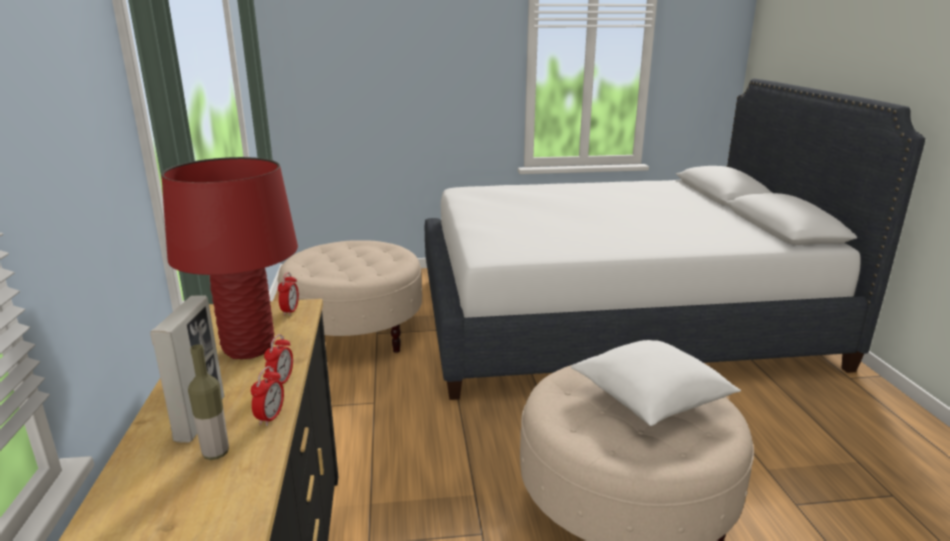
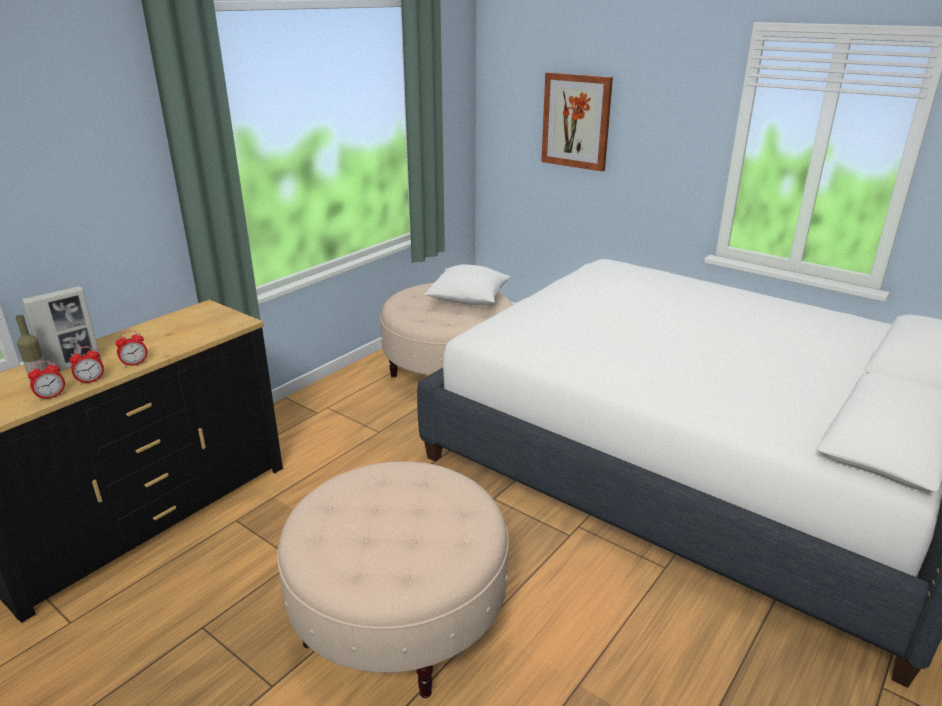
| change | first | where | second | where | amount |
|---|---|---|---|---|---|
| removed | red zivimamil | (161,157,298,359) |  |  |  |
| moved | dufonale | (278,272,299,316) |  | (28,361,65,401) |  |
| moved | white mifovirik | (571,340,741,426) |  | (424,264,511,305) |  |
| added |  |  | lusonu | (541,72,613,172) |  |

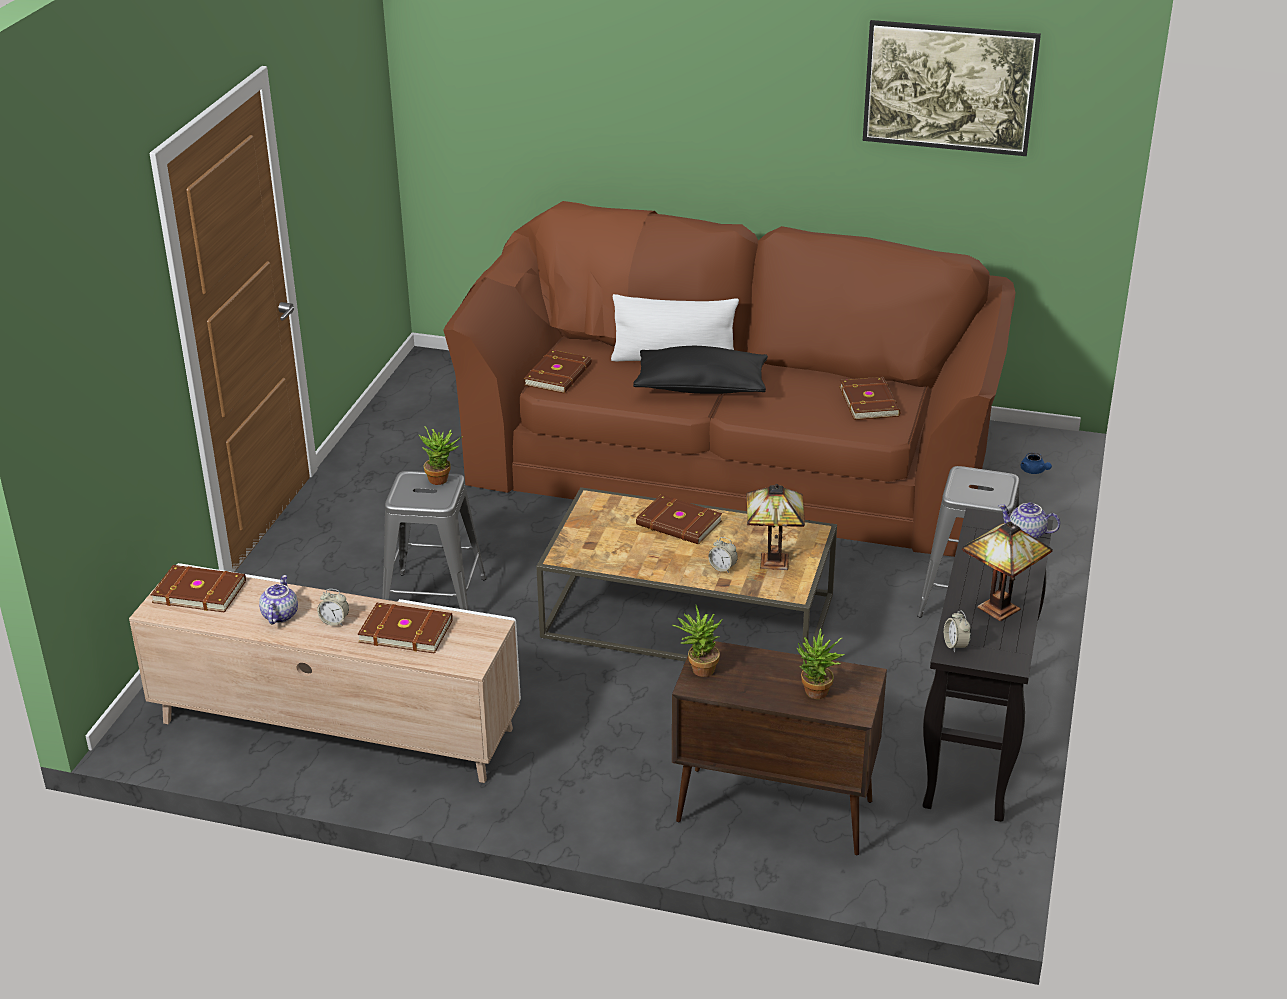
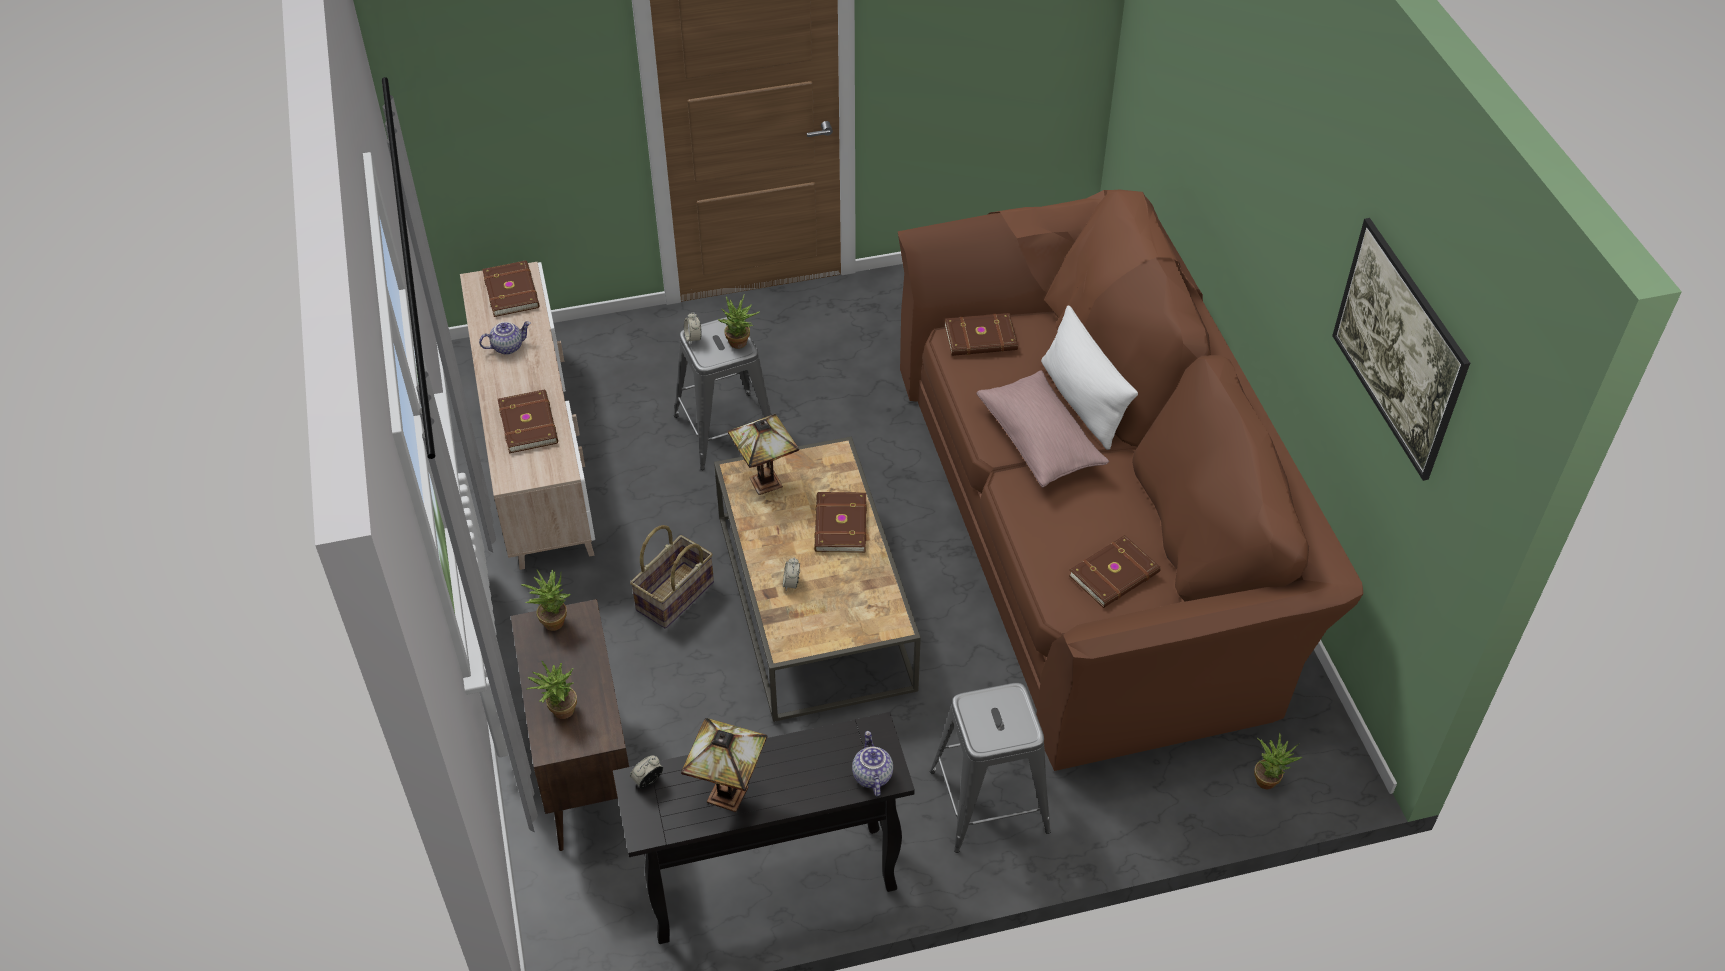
| change | first | where | second | where | amount |
|---|---|---|---|---|---|
| recoloured | black mifovirik | (633,346,768,394) | pink mifovirik | (977,371,1109,488) |  |
| replaced | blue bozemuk | (1021,453,1052,474) | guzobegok | (1254,733,1302,790) |  |
| moved | zivimamil | (746,484,805,570) |  | (728,414,799,495) |  |
| moved | dufonale | (317,589,349,626) |  | (684,312,702,344) |  |
| added |  |  | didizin | (630,525,714,629) |  |

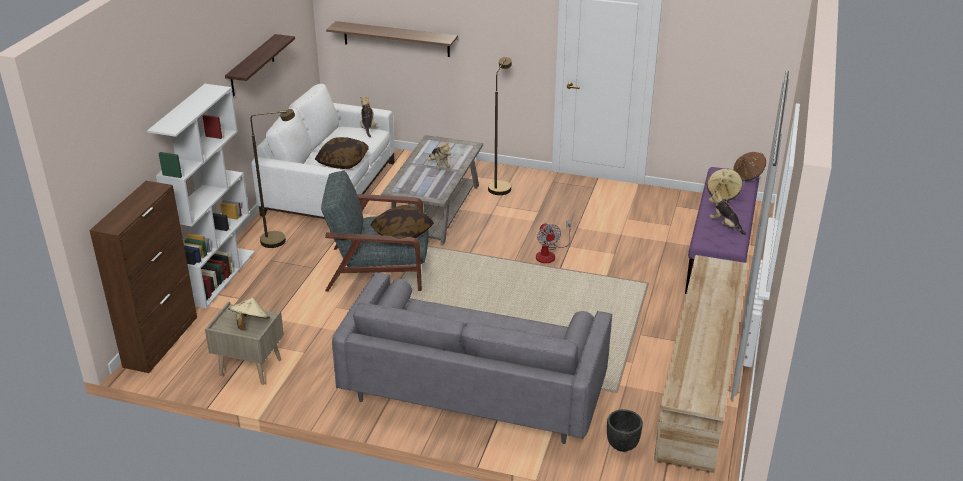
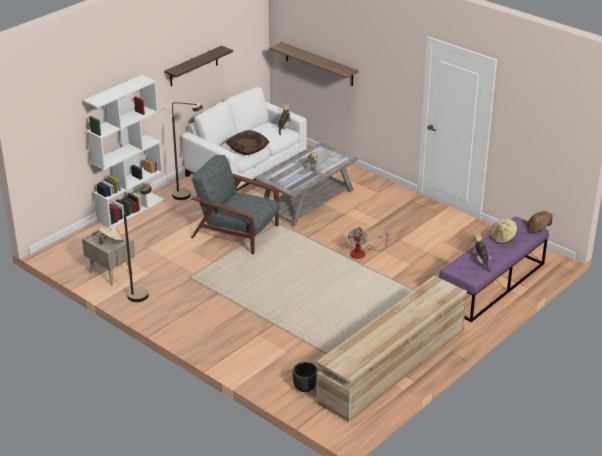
| change | first | where | second | where | amount |
|---|---|---|---|---|---|
| moved | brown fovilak | (488,57,512,195) |  | (123,183,152,302) |  |
| removed | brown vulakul | (89,181,197,373) |  |  |  |
| removed | mifovirik | (370,205,434,239) |  |  |  |
| removed | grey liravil | (332,272,612,444) |  |  |  |

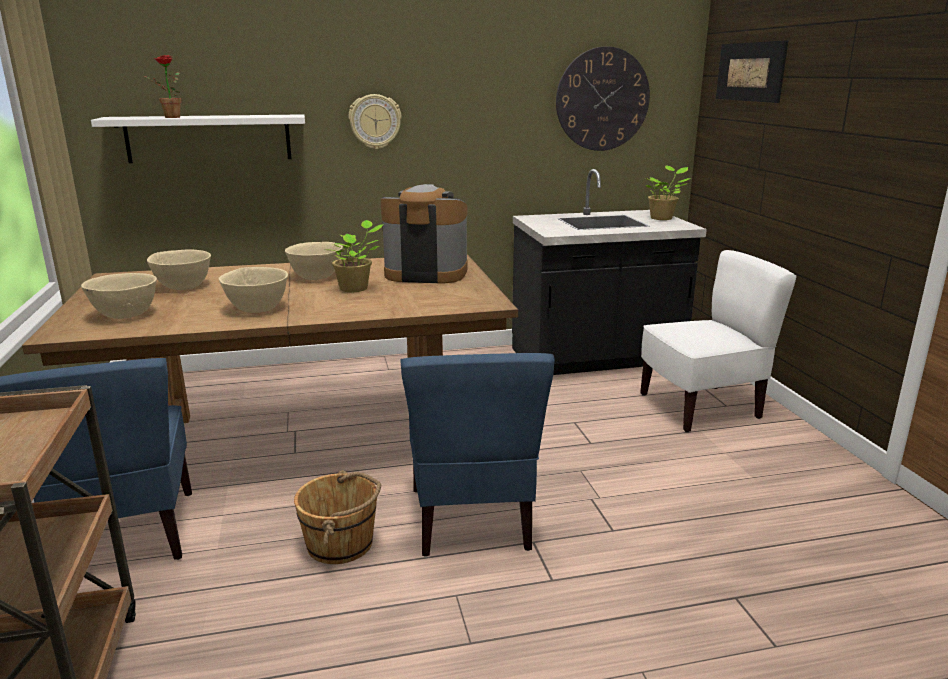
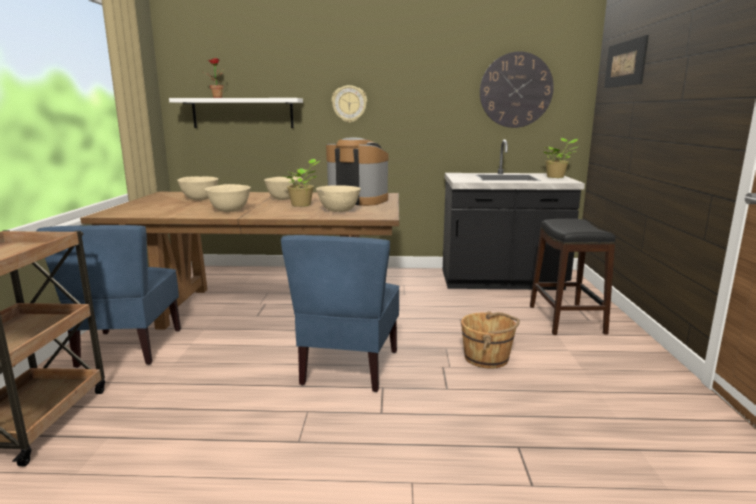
| change | first | where | second | where | amount |
|---|---|---|---|---|---|
| replaced | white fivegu | (640,250,797,432) | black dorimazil | (530,219,615,335) |  |
| moved | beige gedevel | (81,273,157,319) |  | (316,186,361,212) |  |
| moved | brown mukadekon | (294,470,381,564) |  | (461,311,520,369) |  |

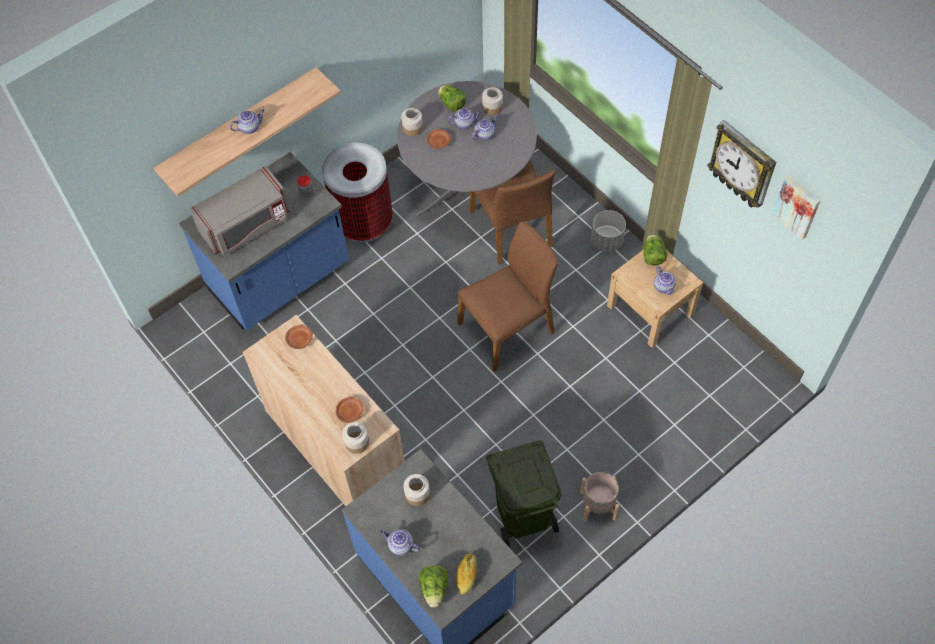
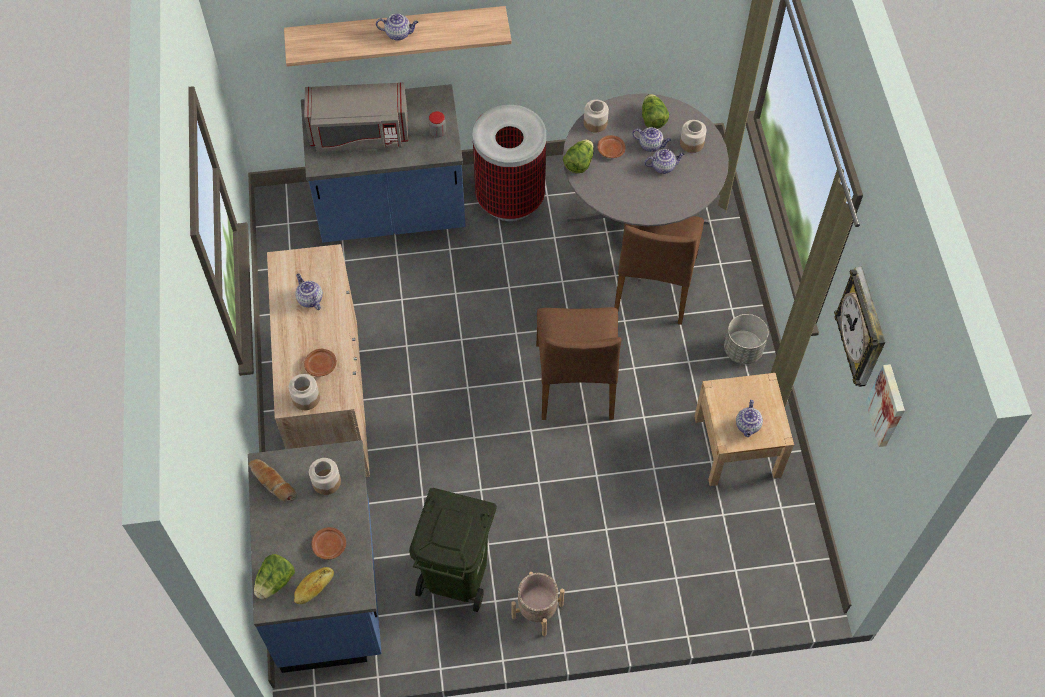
| change | first | where | second | where | amount |
|---|---|---|---|---|---|
| turned | brown fivegu | (458,221,558,372) |  | (536,307,622,420) | 90 degrees clockwise |
| moved | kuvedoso | (643,234,668,266) |  | (563,139,594,173) |  |
| moved | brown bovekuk | (285,325,313,349) |  | (311,527,346,560) |  |
| moved | bozemuk | (381,529,420,556) |  | (295,274,323,310) |  |
| added |  |  | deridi | (249,459,297,502) |  |

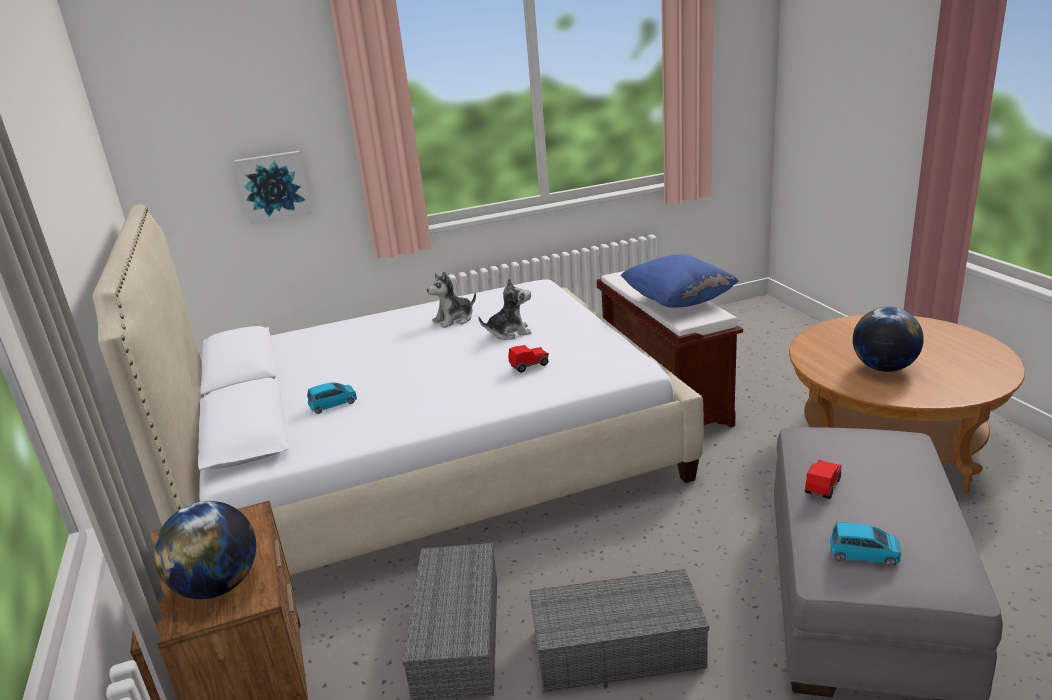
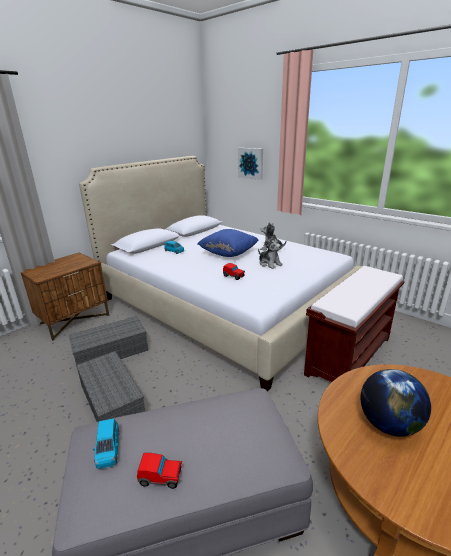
| change | first | where | second | where | amount |
|---|---|---|---|---|---|
| moved | blue mifovirik | (620,254,739,308) |  | (197,229,259,257) |  |
| moved | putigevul | (805,460,842,499) |  | (137,453,182,489) |  |
| removed | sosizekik | (154,501,256,599) |  |  |  |

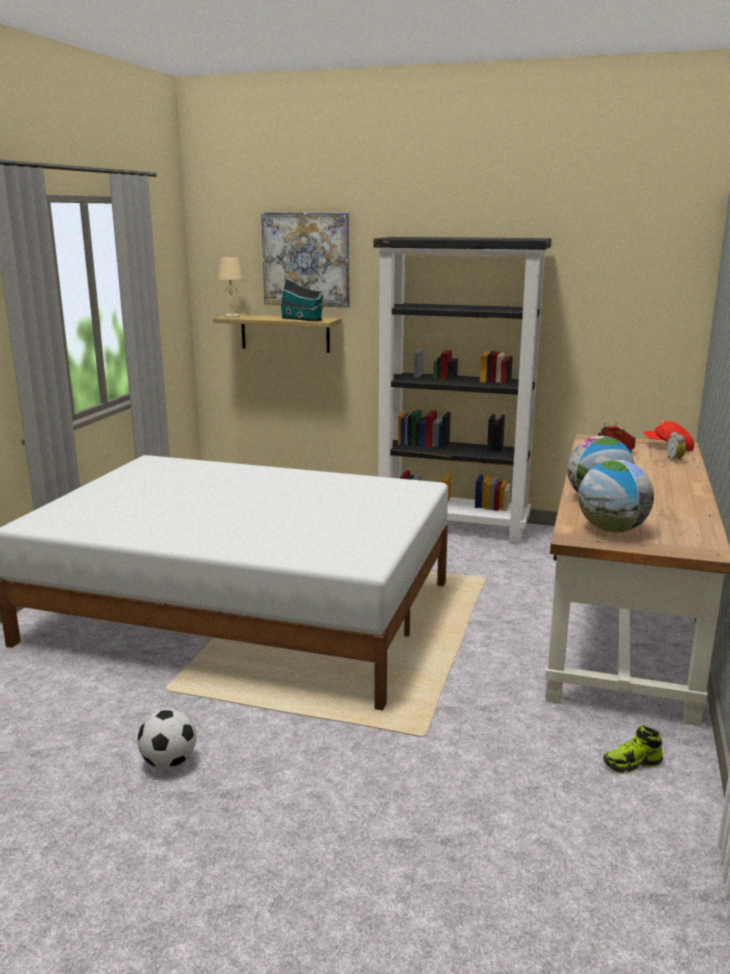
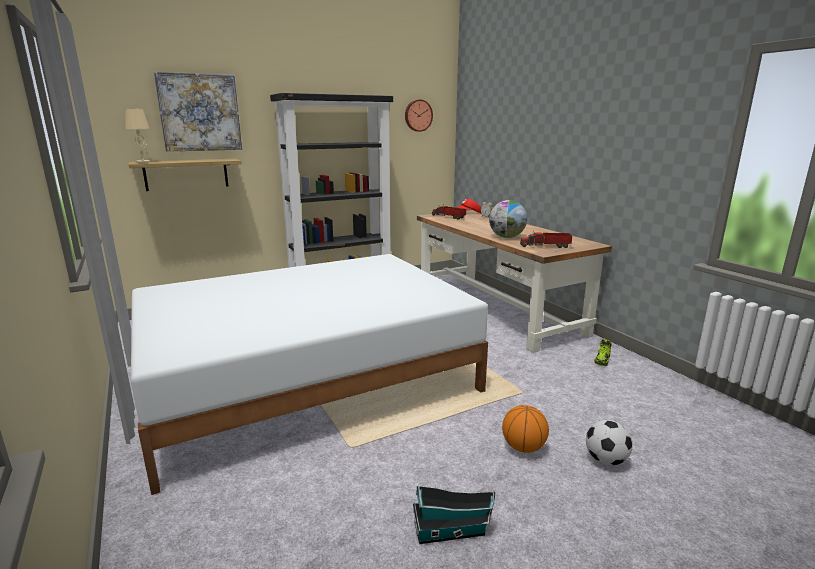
| change | first | where | second | where | amount |
|---|---|---|---|---|---|
| moved | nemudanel | (279,277,324,321) |  | (413,485,495,544) |  |
| replaced | sosizekik | (578,460,654,533) | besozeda | (520,230,572,248) |  |
| moved | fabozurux | (138,709,196,768) |  | (586,420,633,465) |  |
| added |  |  | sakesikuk | (405,99,433,132) |  |
| added |  |  | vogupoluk | (502,405,549,453) |  |

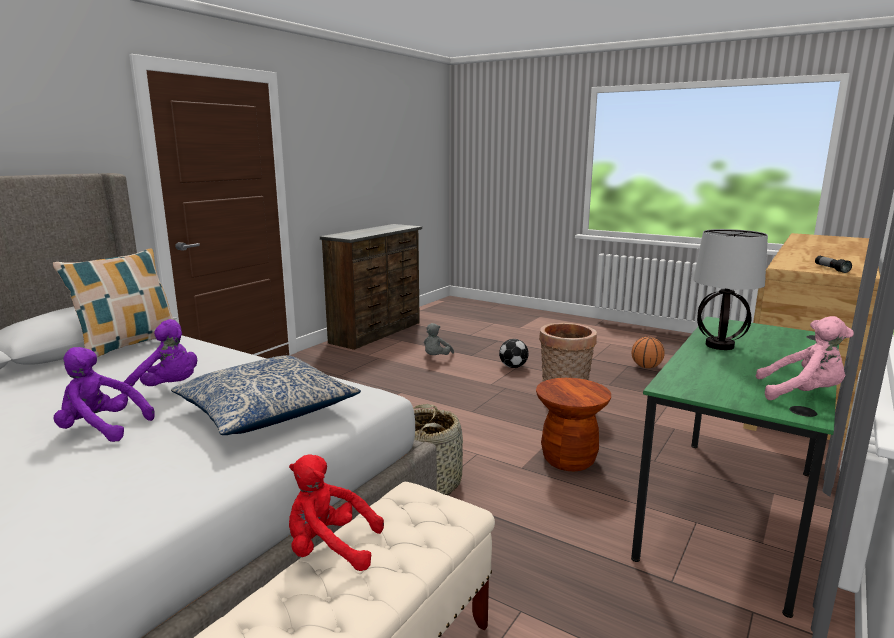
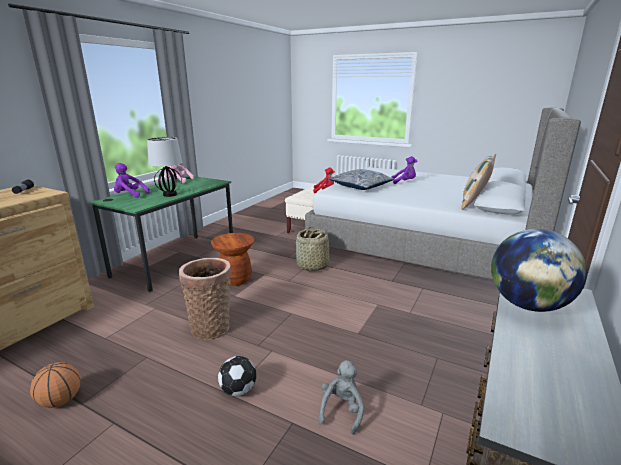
| change | first | where | second | where | amount |
|---|---|---|---|---|---|
| moved | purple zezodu | (121,319,197,393) |  | (114,163,149,198) |  |
| added |  |  | sosizekik | (491,229,587,312) |  |

